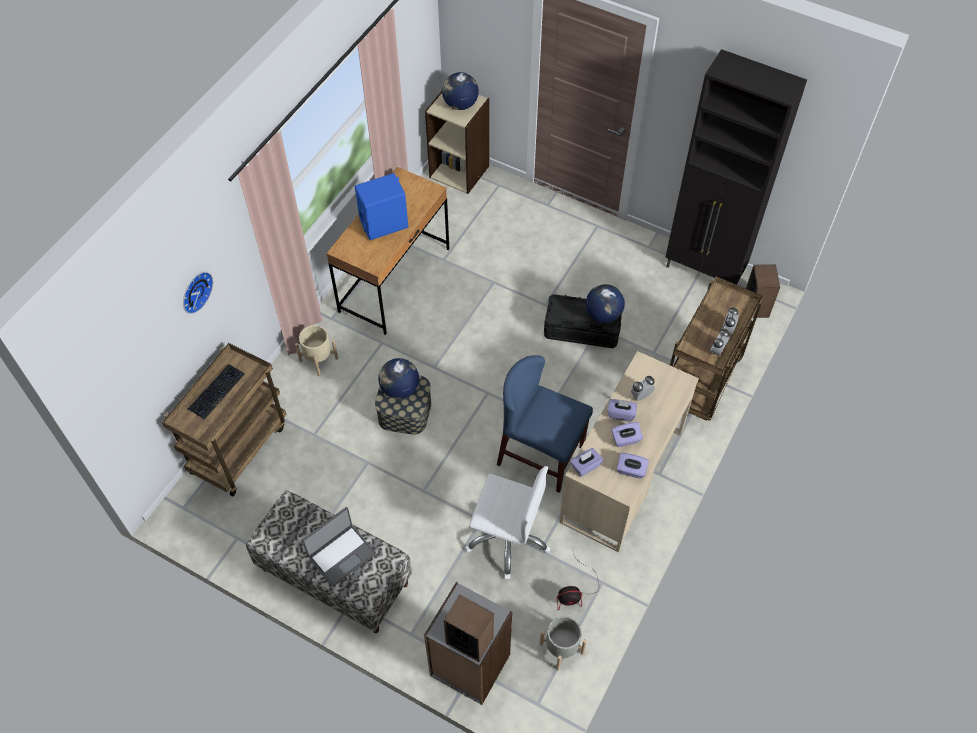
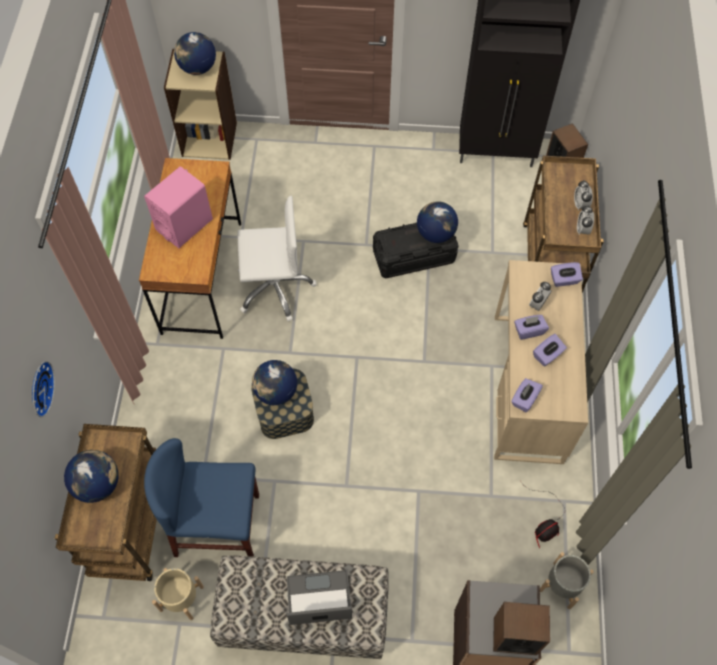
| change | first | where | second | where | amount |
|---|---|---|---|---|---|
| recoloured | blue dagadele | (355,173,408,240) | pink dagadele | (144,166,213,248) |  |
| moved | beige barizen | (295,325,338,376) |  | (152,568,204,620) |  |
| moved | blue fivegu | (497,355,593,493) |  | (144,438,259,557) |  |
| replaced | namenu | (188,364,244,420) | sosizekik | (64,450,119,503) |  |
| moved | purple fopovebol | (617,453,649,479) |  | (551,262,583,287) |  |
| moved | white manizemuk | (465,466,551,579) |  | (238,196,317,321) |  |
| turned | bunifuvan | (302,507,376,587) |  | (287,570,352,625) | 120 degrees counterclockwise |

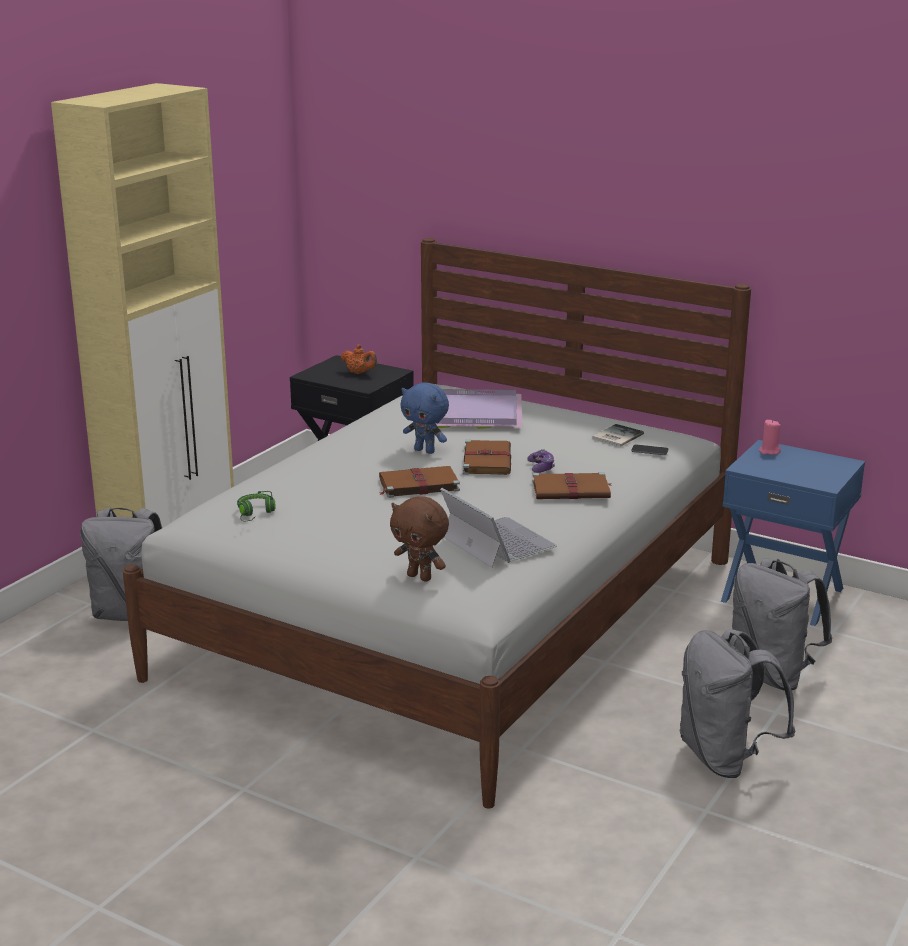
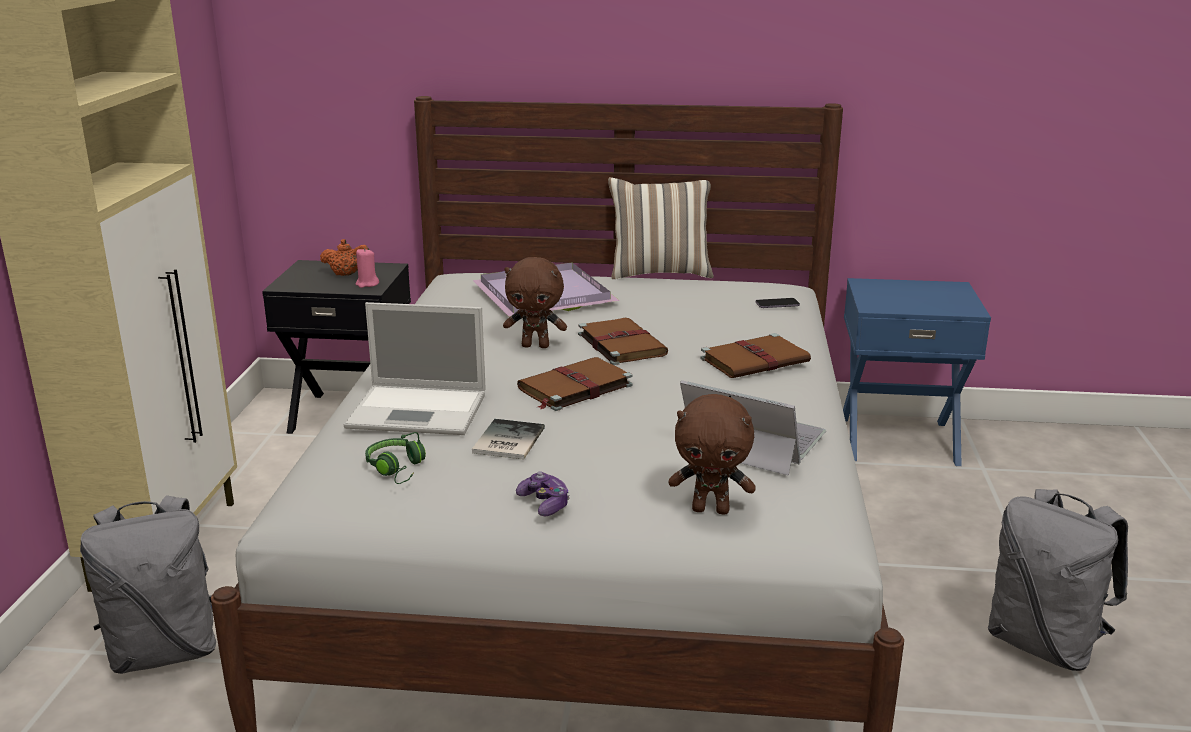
| change | first | where | second | where | amount |
|---|---|---|---|---|---|
| recoloured | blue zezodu | (401,382,449,454) | brown zezodu | (503,257,567,348) |  |
| moved | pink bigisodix | (759,419,781,455) |  | (356,248,379,288) |  |
| moved | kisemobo | (592,424,644,447) |  | (472,419,545,460) |  |
| moved | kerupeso | (527,449,555,473) |  | (516,471,570,516) |  |
| removed | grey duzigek | (732,558,832,690) |  |  |  |
| added |  |  | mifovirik | (608,177,714,279) |  |
| added |  |  | bunifuvan | (344,302,486,435) |  |

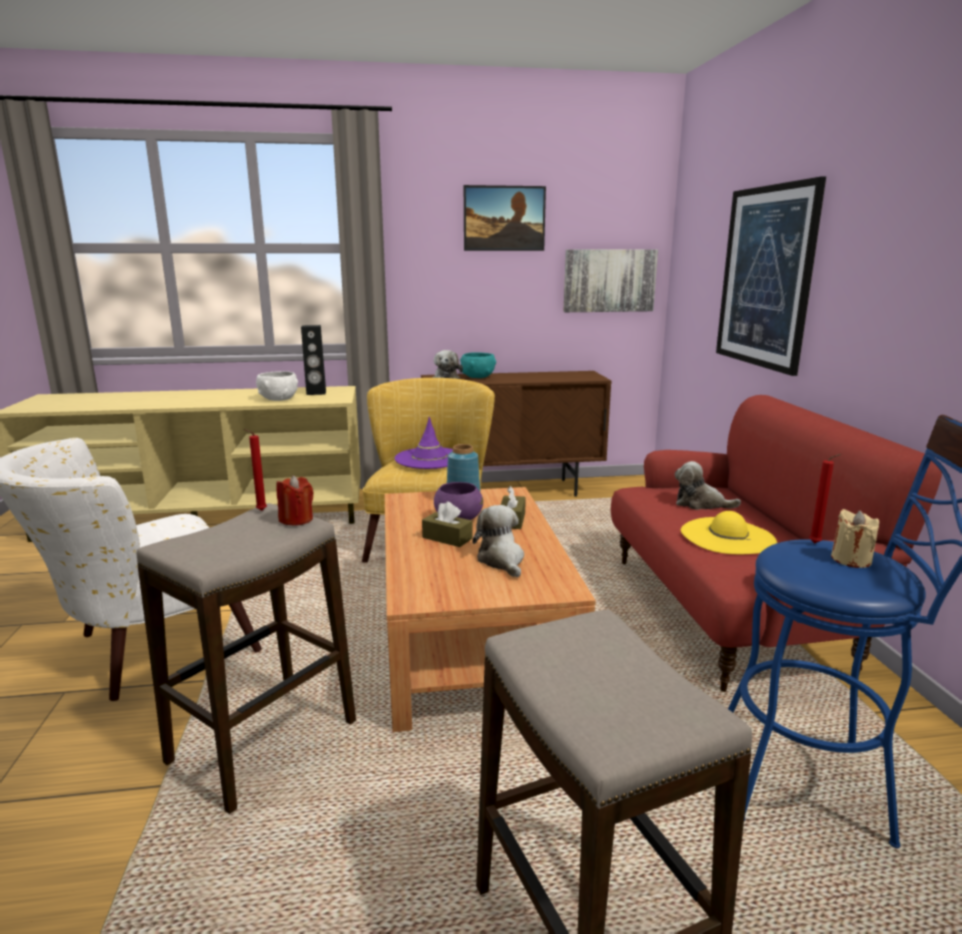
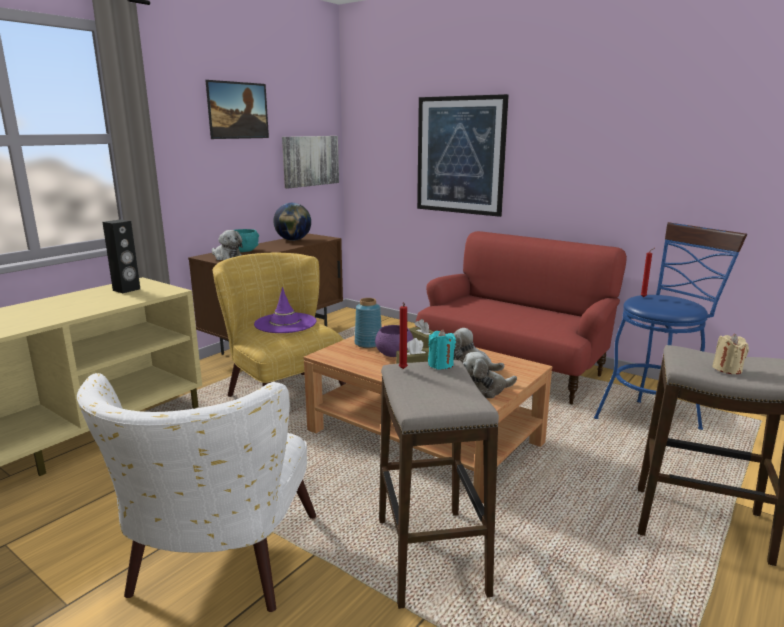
| change | first | where | second | where | amount |
|---|---|---|---|---|---|
| removed | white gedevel | (256,371,298,401) |  |  |  |
| moved | zezodu | (675,461,741,510) |  | (463,352,517,398) |  |
| recoloured | red bigisodix | (276,475,313,525) | turquoise bigisodix | (428,329,456,370) |  |
| moved | beige bigisodix | (831,509,879,568) |  | (712,334,749,374) |  |
| removed | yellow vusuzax | (681,511,777,554) |  |  |  |
| added |  |  | sosizekik | (273,203,311,241) |  |

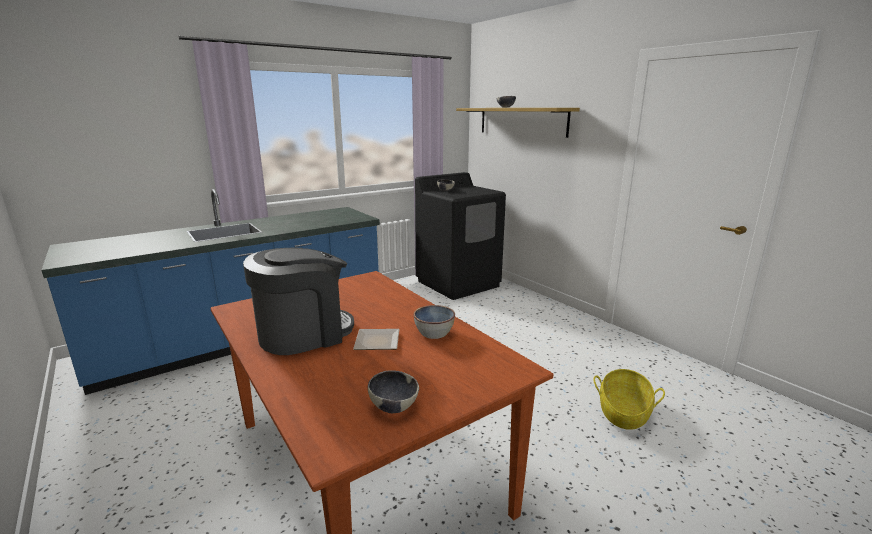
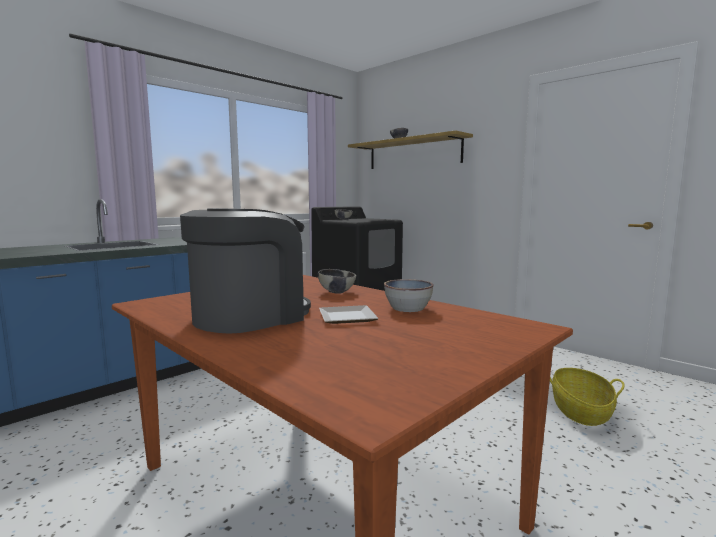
| change | first | where | second | where | amount |
|---|---|---|---|---|---|
| moved | gedevel | (368,370,419,413) |  | (318,269,356,293) |  |

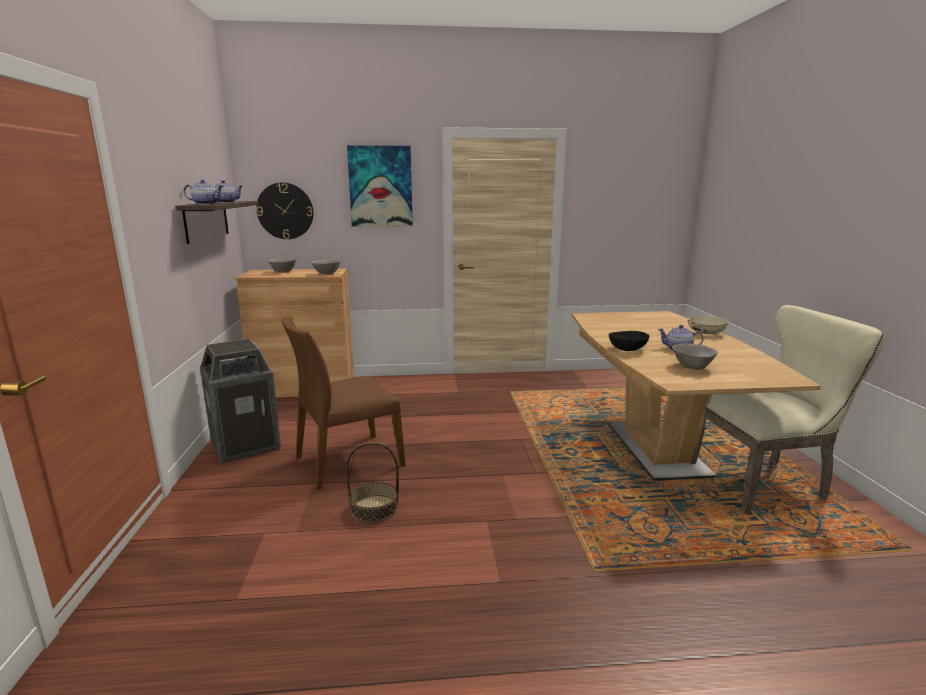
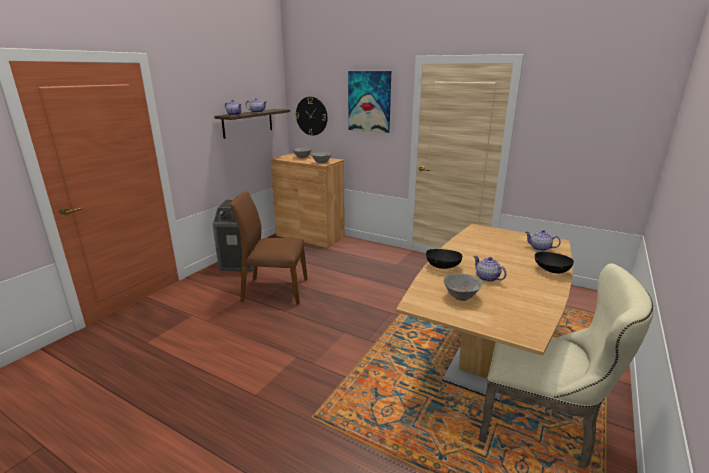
| change | first | where | second | where | amount |
|---|---|---|---|---|---|
| recoloured | beige gedevel | (687,317,729,334) | black gedevel | (535,252,574,273) |  |
| removed | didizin | (346,442,399,523) |  |  |  |
| added |  |  | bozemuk | (525,230,561,251) |  |

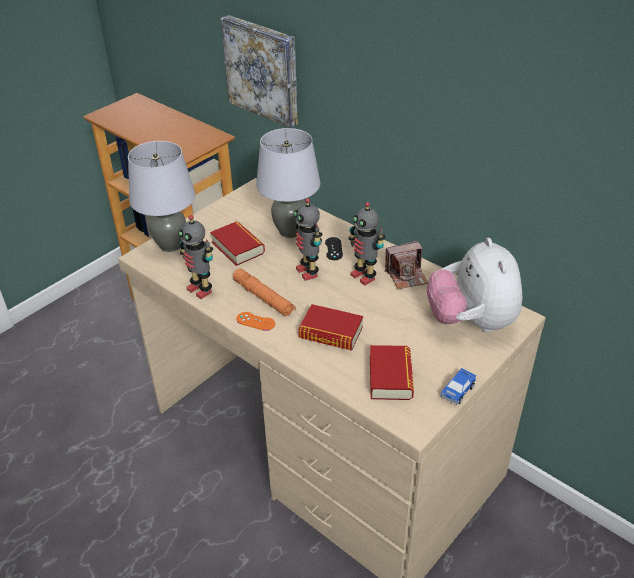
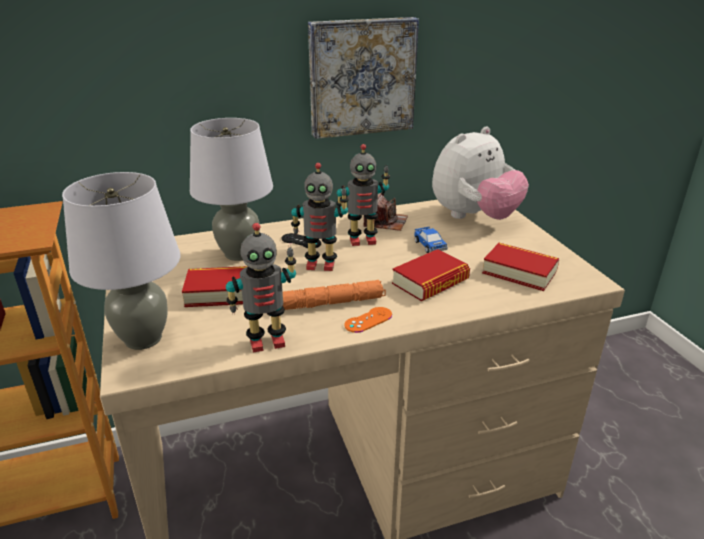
| change | first | where | second | where | amount |
|---|---|---|---|---|---|
| moved | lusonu | (221,15,298,128) |  | (308,17,419,139) |  |
| turned | zezodu | (427,238,522,332) |  | (432,126,529,220) | 60 degrees counterclockwise |
| moved | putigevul | (440,368,476,405) |  | (414,227,447,253) |  |

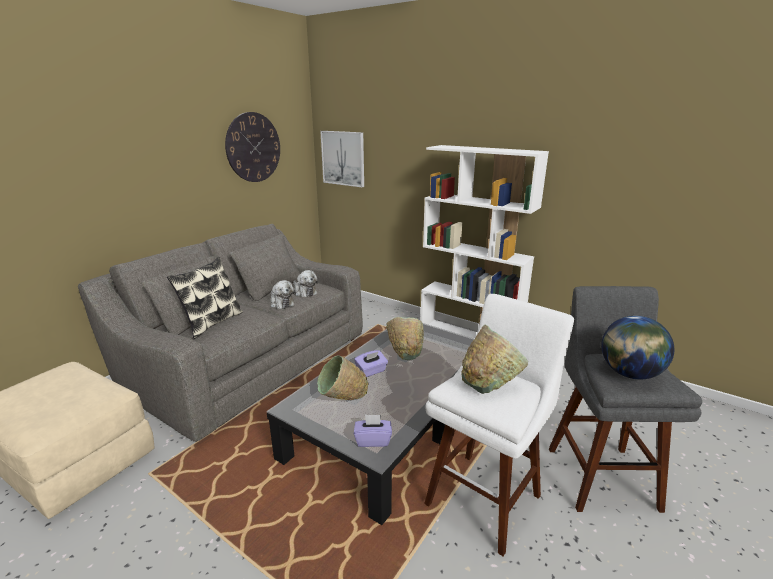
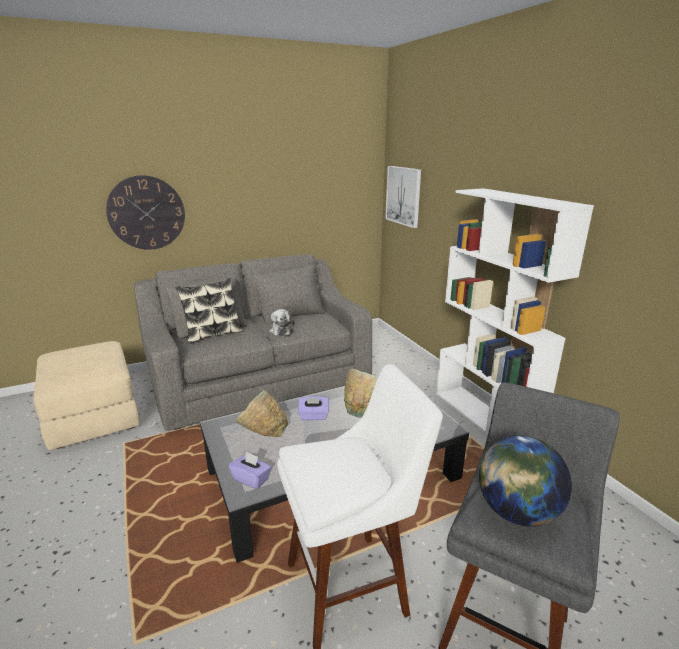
| change | first | where | second | where | amount |
|---|---|---|---|---|---|
| moved | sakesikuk | (225,112,280,182) |  | (106,175,185,250) |  |
| removed | zezodu | (293,270,318,297) |  |  |  |
| removed | green gedevel | (462,325,528,394) |  |  |  |

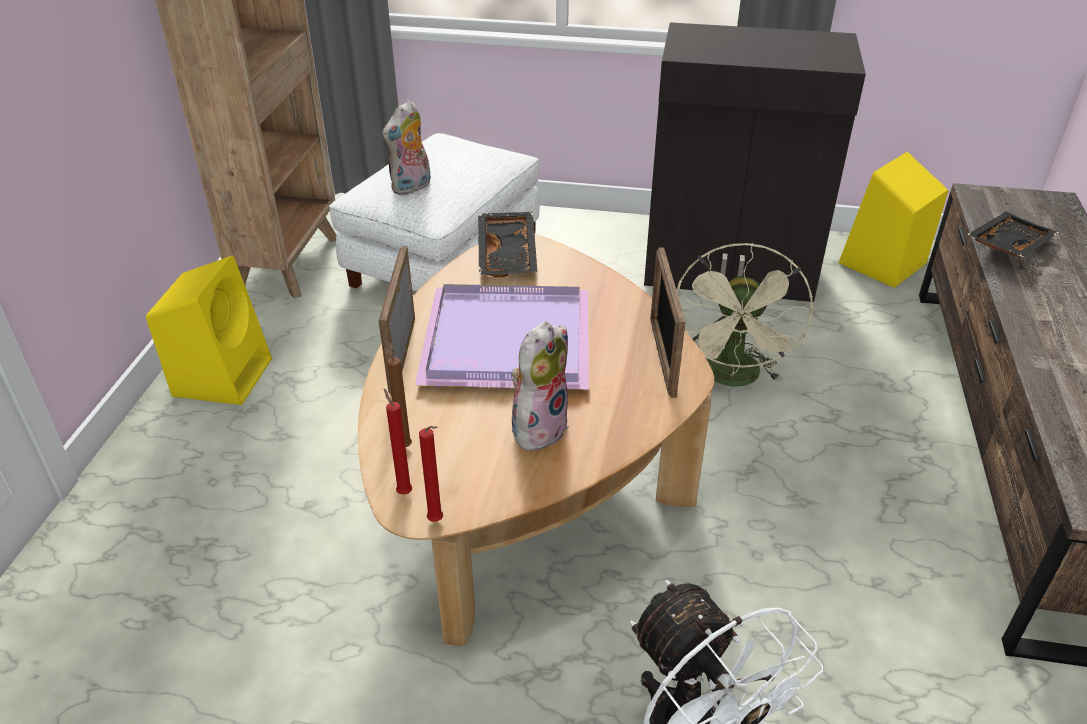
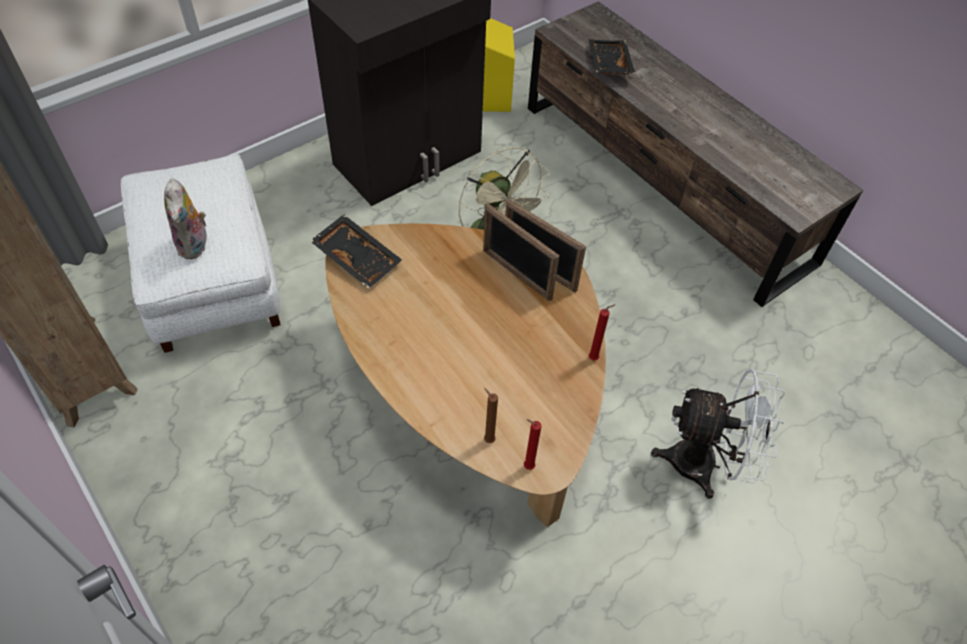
| change | first | where | second | where | amount |
|---|---|---|---|---|---|
| moved | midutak | (379,246,415,396) |  | (483,203,560,301) |  |
| removed | yellow dagadele | (146,255,272,405) |  |  |  |
| removed | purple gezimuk | (415,284,589,390) |  |  |  |
| removed | zezodu | (511,321,569,451) |  |  |  |
| moved | red bigisodix | (419,426,443,522) |  | (589,304,616,360) |  |

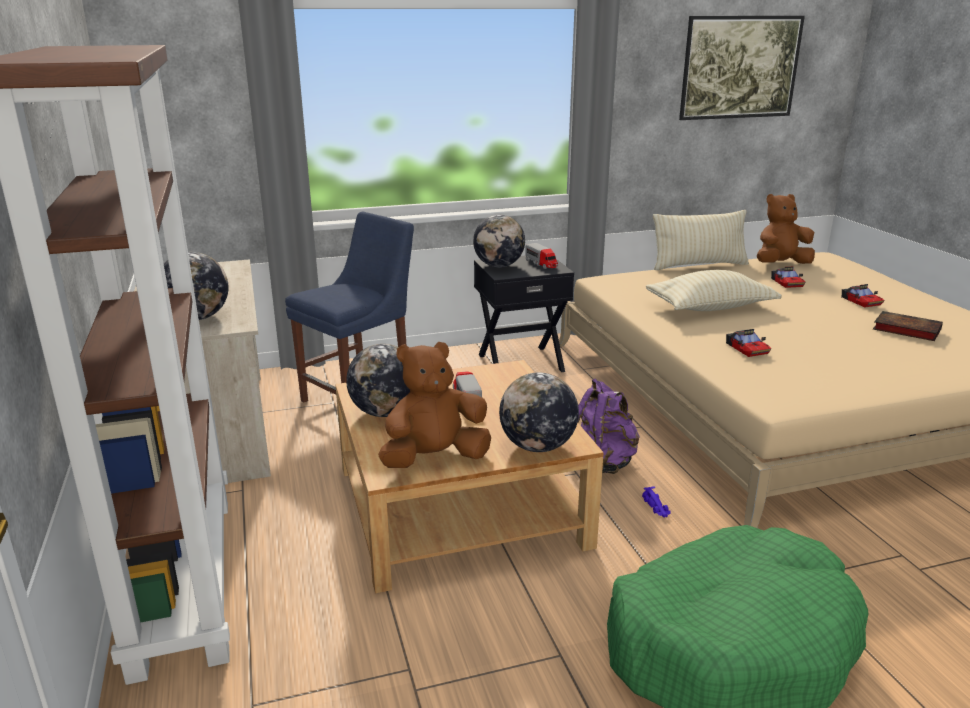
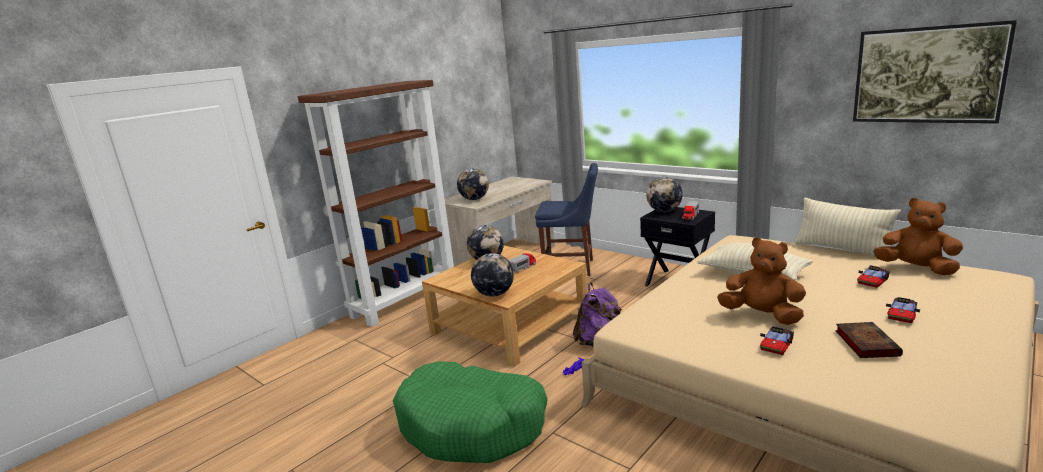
| change | first | where | second | where | amount |
|---|---|---|---|---|---|
| moved | putigevul | (726,329,772,357) |  | (760,327,794,355) |  |
| moved | brown zezodu | (378,342,491,468) |  | (717,237,806,325) |  |

